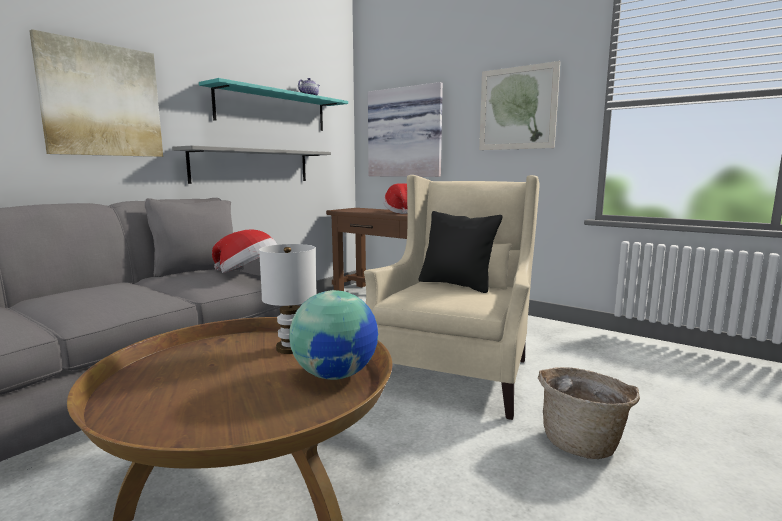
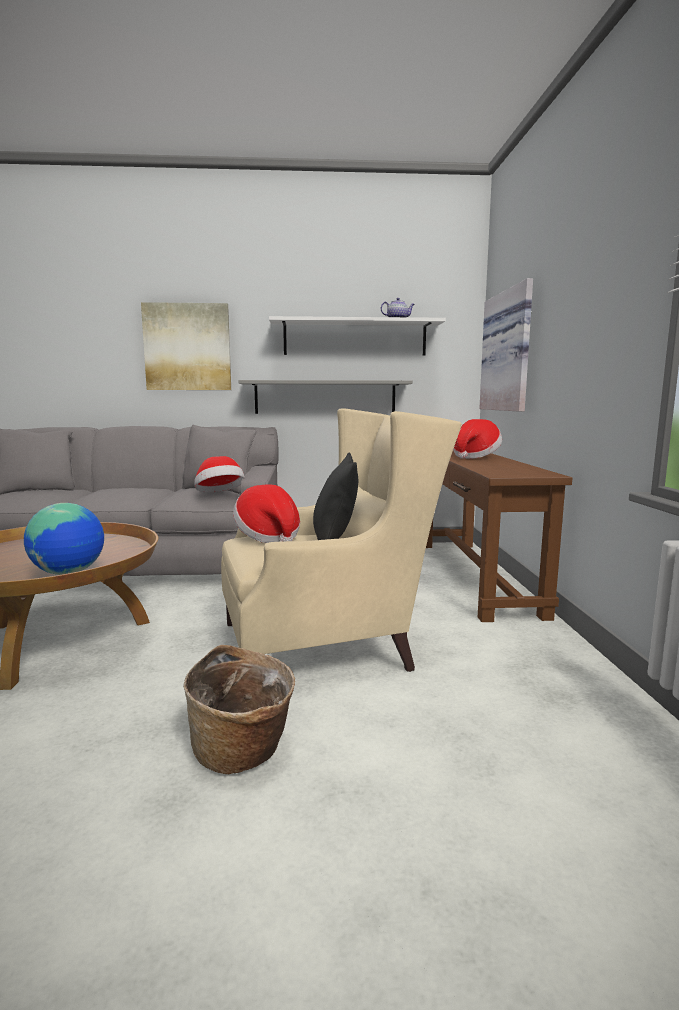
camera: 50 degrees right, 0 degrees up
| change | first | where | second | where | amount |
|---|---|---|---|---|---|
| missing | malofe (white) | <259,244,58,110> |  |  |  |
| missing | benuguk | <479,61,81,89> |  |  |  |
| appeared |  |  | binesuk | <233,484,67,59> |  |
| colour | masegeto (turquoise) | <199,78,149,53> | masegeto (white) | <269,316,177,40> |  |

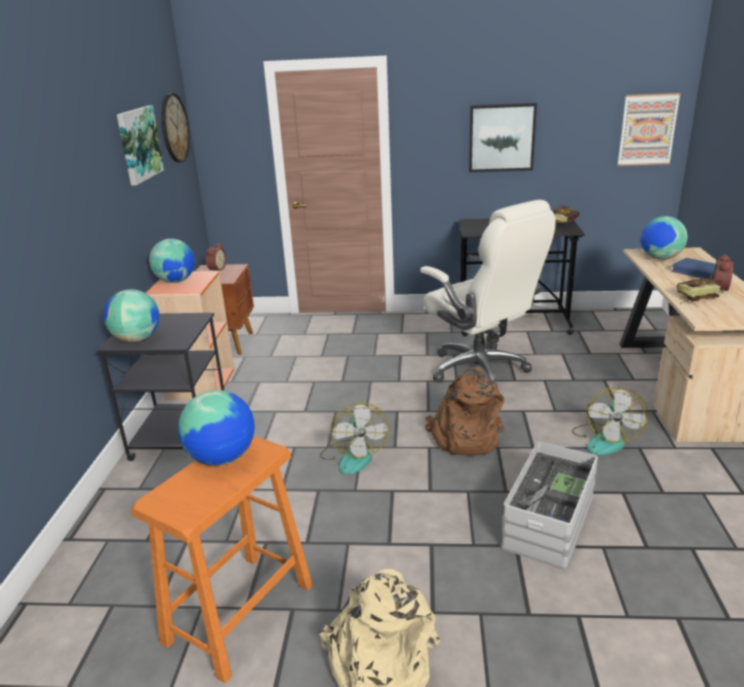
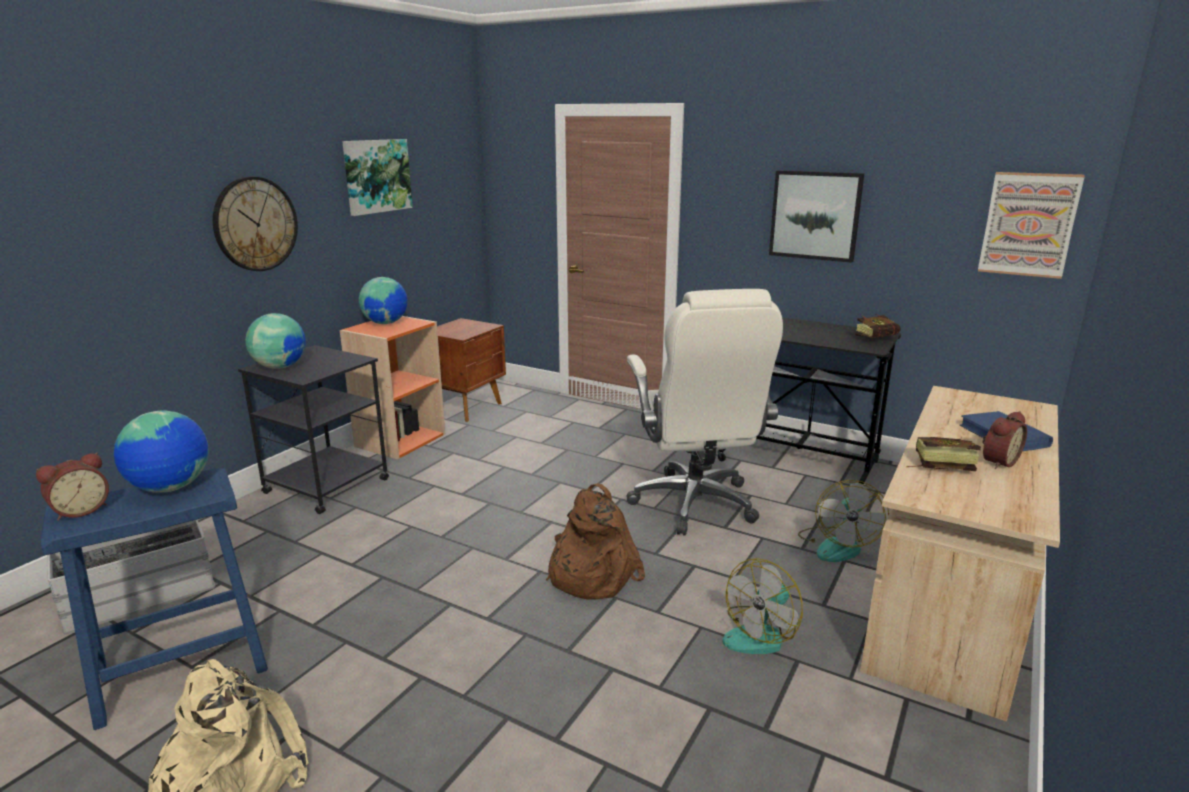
camera: 25 degrees right, 5 degrees down
| change | first | where | second | where | amount |
|---|---|---|---|---|---|
| missing | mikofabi | <640,216,48,44> |  |  |  |
| relocated | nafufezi | <161,93,29,69> |  | <213,177,85,94> |  |
| relocated | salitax | <206,243,21,28> |  | <36,452,73,69> |  |
| relocated | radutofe | <320,402,69,73> |  | <798,480,91,82> |  |
| relocated | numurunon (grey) | <501,441,97,129> |  | <47,519,169,116> |  |
| colour | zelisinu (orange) | <131,436,182,247> | zelisinu (blue) | <41,468,227,262> |  |

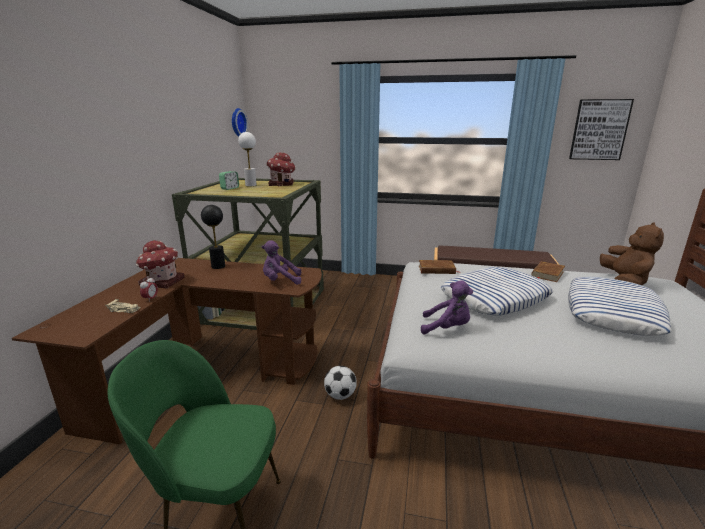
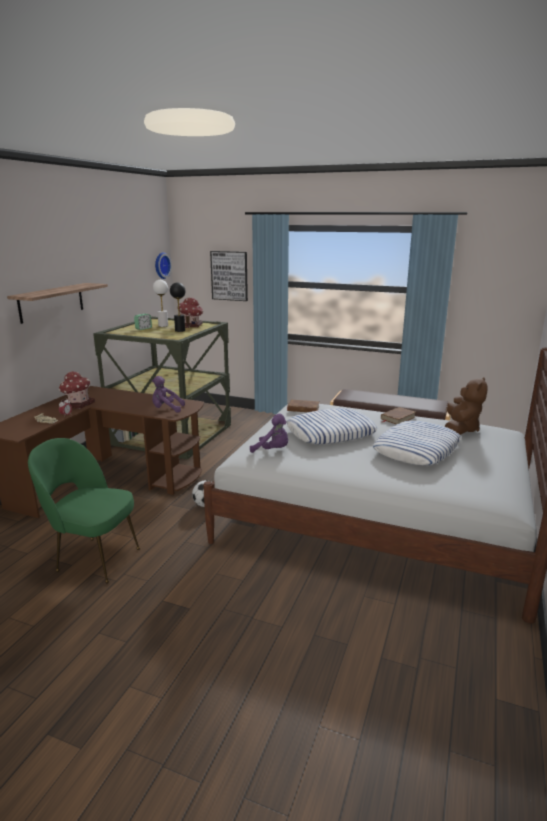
camera: 10 degrees right, 0 degrees up
| change | first | where | second | where | amount |
|---|---|---|---|---|---|
| appeared |  |  | masegeto | <7,283,101,41> |  |
| relocated | malofe (black) | <201,205,24,64> |  | <170,282,16,50> |  |
| relocated | benuguk | <569,99,65,61> |  | <210,251,38,50> |  |

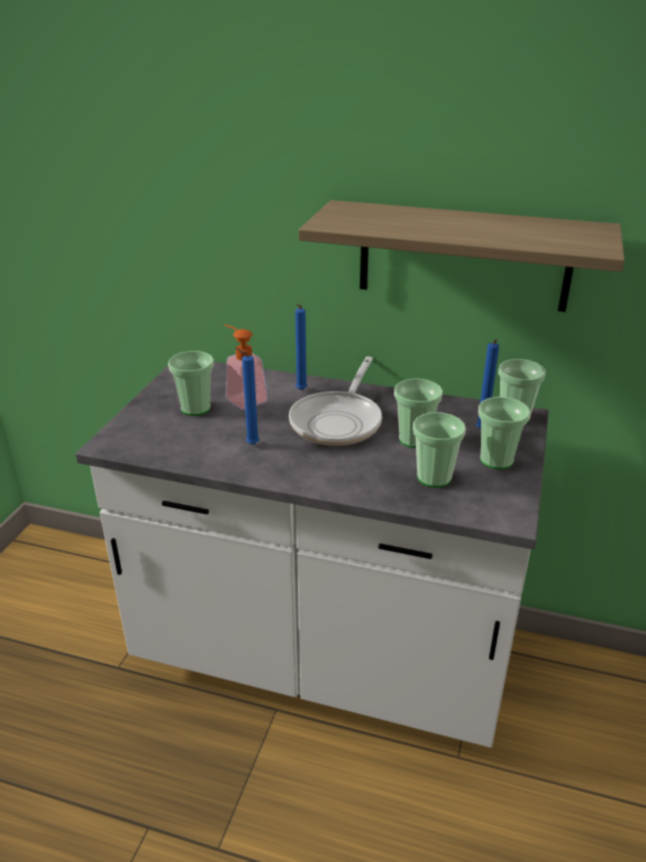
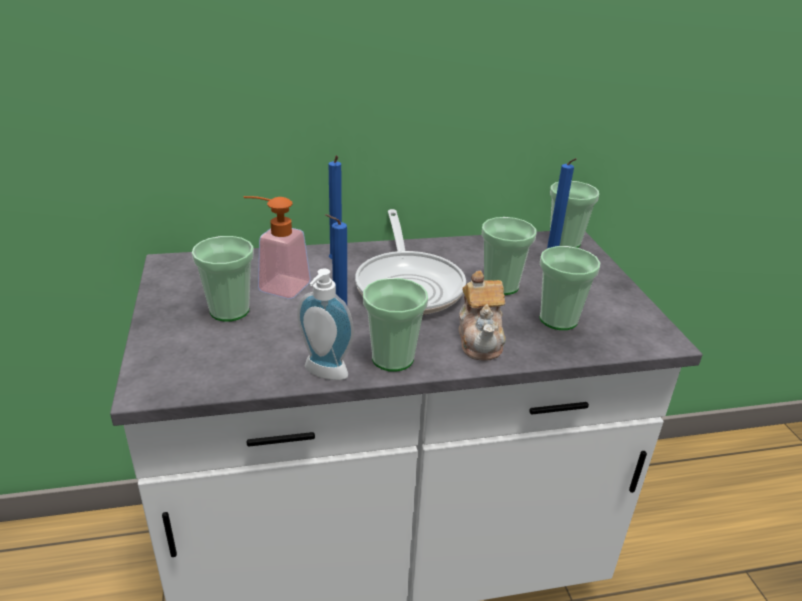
camera: 30 degrees left, 0 degrees up
| change | first | where | second | where | amount |
|---|---|---|---|---|---|
| missing | masegeto | <298,200,327,112> |  |  |  |
| appeared |  |  | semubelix | <297,269,57,111> |  |
| appeared |  |  | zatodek | <459,271,47,90> |  |
| relocated | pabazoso | <478,397,52,73> |  | <363,278,65,94> |  |

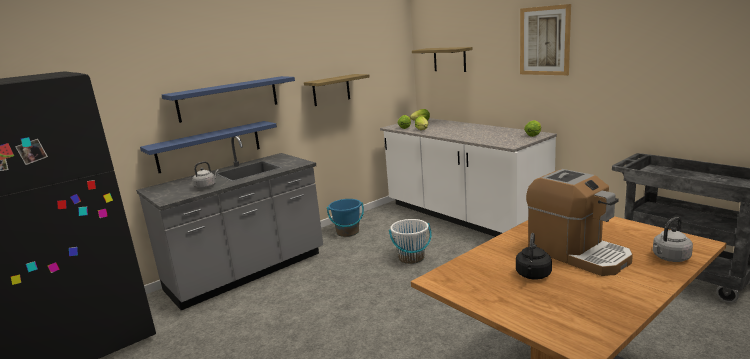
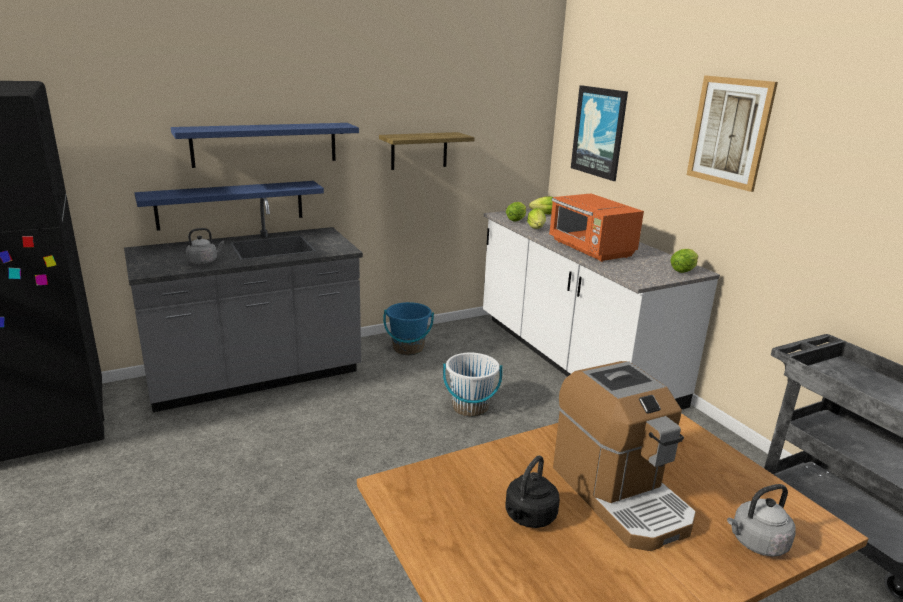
camera: 10 degrees right, 5 degrees up
| change | first | where | second | where | amount |
|---|---|---|---|---|---|
| appeared |  |  | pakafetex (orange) | <549,193,95,69> |  |
| exchanged | masegeto | <412,47,61,25> | benuguk | <571,85,57,96> |  |

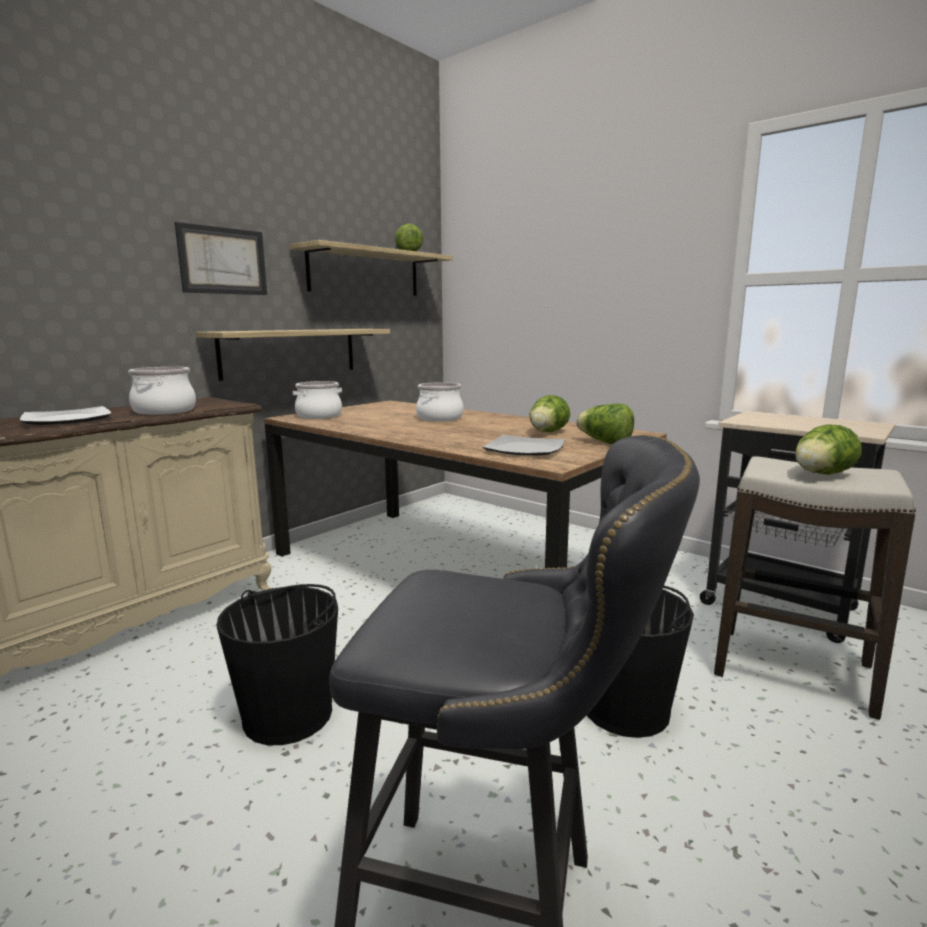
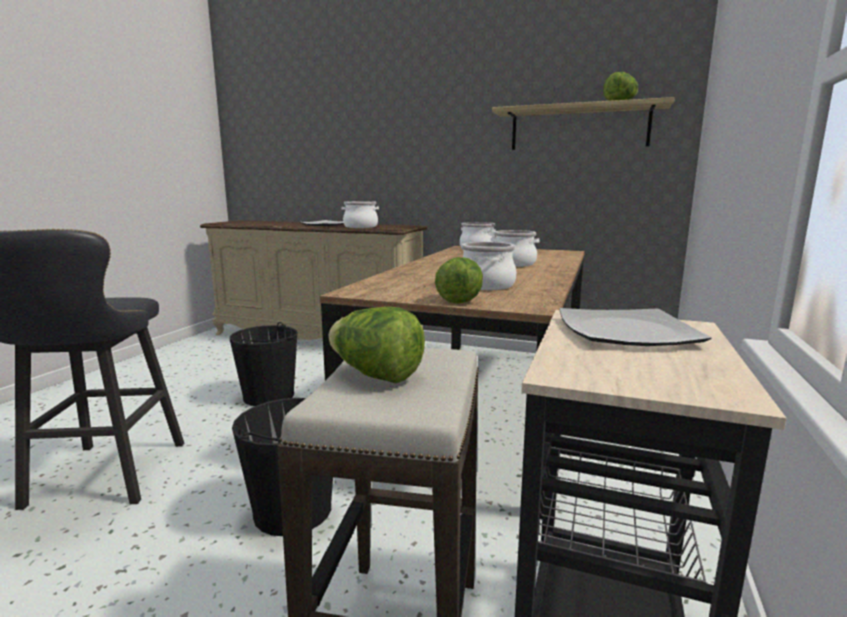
camera: 70 degrees right, 0 degrees up
| change | first | where | second | where | amount |
|---|---|---|---|---|---|
| missing | benuguk | <175,222,92,73> |  |  |  |
| missing | masegeto | <196,329,194,52> |  |  |  |
| relocated | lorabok | <483,435,81,21> |  | <559,308,152,38> |  |
| exchanged | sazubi | <530,395,40,37> | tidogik | <461,242,56,48> |  |

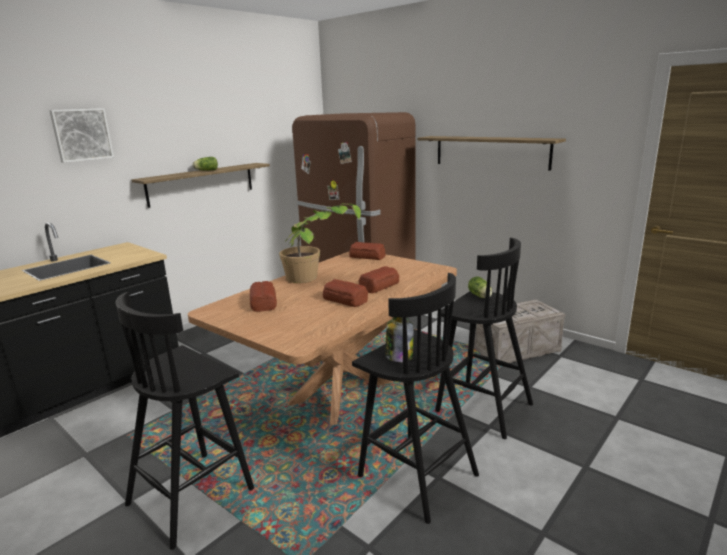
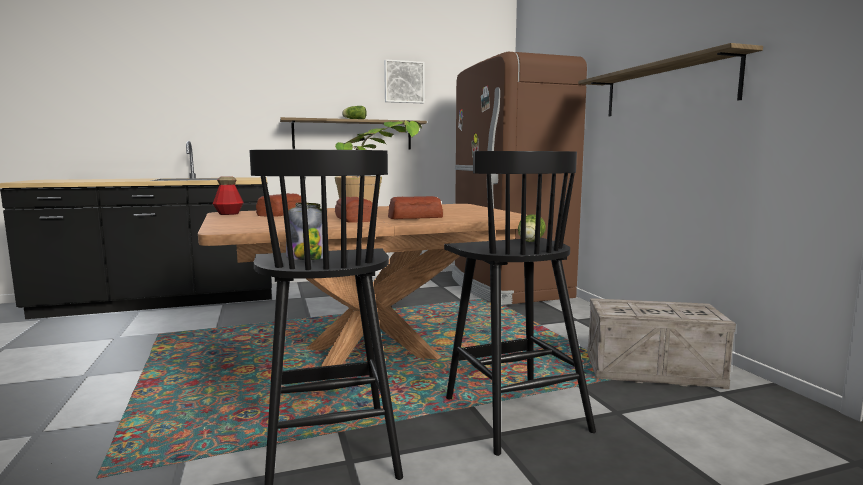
camera: 30 degrees right, 10 degrees down
| change | first | where | second | where | amount |
|---|---|---|---|---|---|
| missing | zelisinu (black) | <116,292,138,258> |  |  |  |
| missing | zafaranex | <349,242,37,18> |  |  |  |
| appeared |  |  | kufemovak | <213,176,31,39> |  |
| relocated | benuguk | <49,108,65,55> |  | <384,59,41,44> |  |

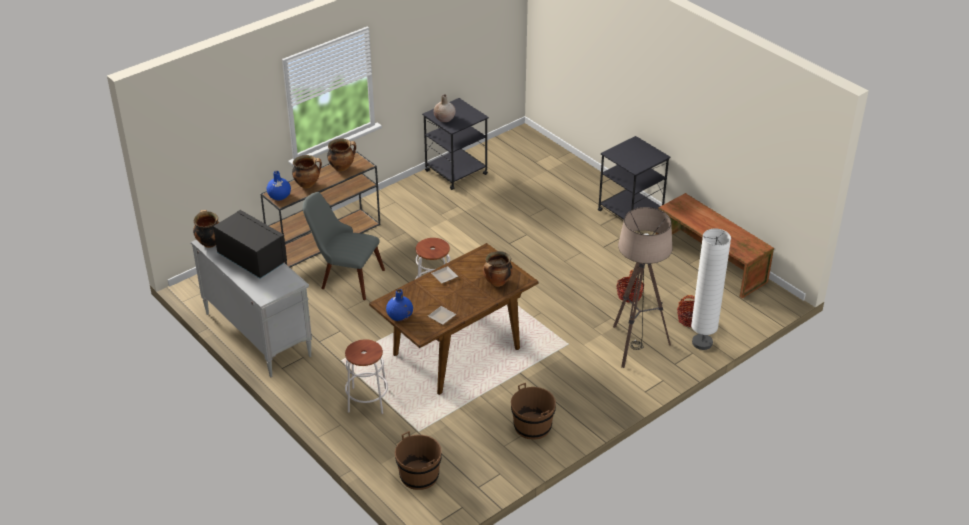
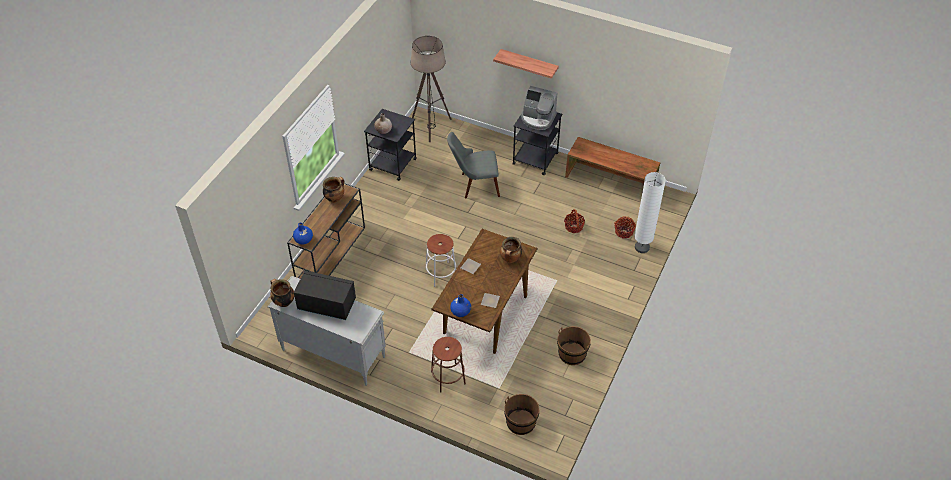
camera: 25 degrees left, 10 degrees up
| change | first | where | second | where | amount |
|---|---|---|---|---|---|
| missing | tidogik | <292,155,30,33> |  |  |  |
| appeared |  |  | masegeto | <493,49,66,30> |  |
| appeared |  |  | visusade | <521,86,36,44> |  |
| relocated | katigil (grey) | <302,192,83,108> |  | <447,132,53,66> |  |
| relocated | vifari | <613,207,60,161> |  | <411,36,41,106> |  |
| colour | zelisinu (white) | <345,339,43,75> | zelisinu (brown) | <431,337,35,56> |  |

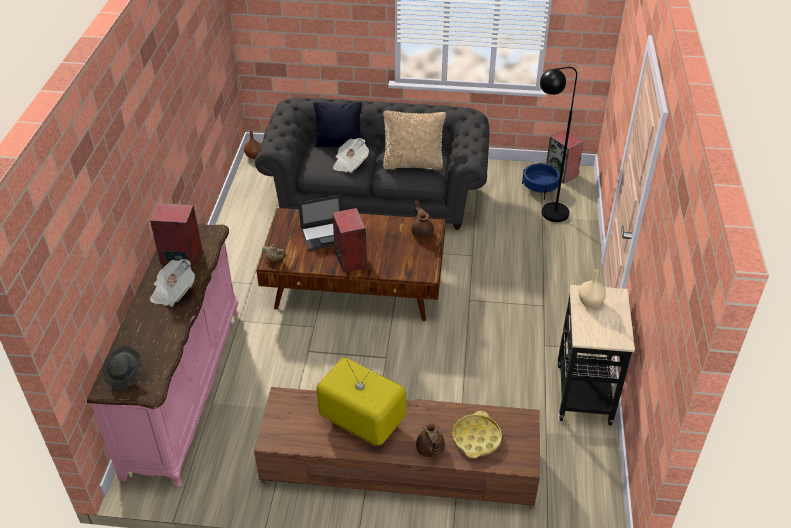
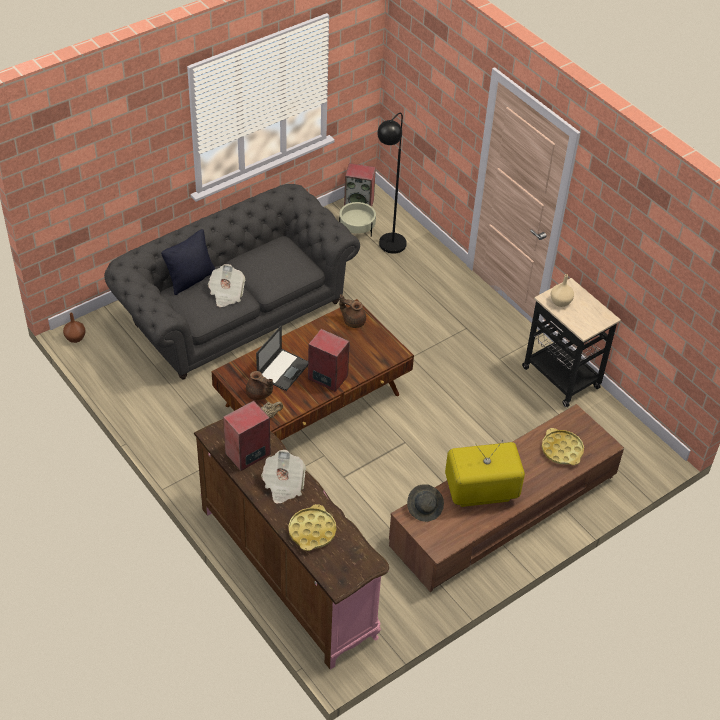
camera: 45 degrees left, 5 degrees up
| change | first | where | second | where | amount |
|---|---|---|---|---|---|
| missing | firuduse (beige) | <383,110,63,60> |  |  |  |
| appeared |  |  | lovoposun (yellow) | <288,504,49,47> |  |
| relocated | binesuk (grey) | <103,346,40,43> |  | <407,484,37,38> |  |
| relocated | zatodek (brown) | <416,422,29,36> |  | <246,371,27,29> |  |
| colour | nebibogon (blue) | <522,163,38,37> | nebibogon (beige) | <339,202,37,35> |  |

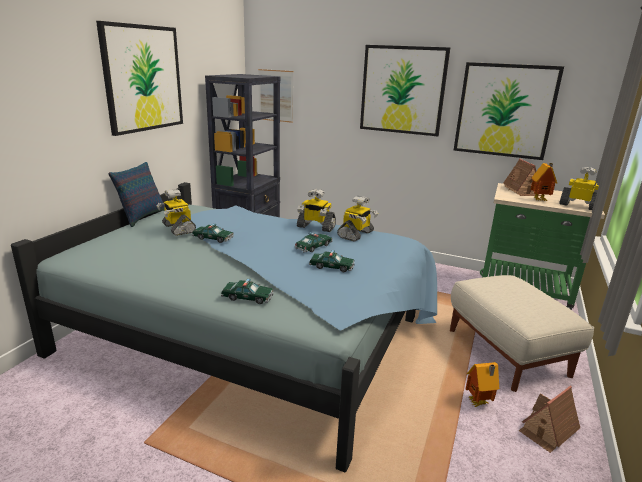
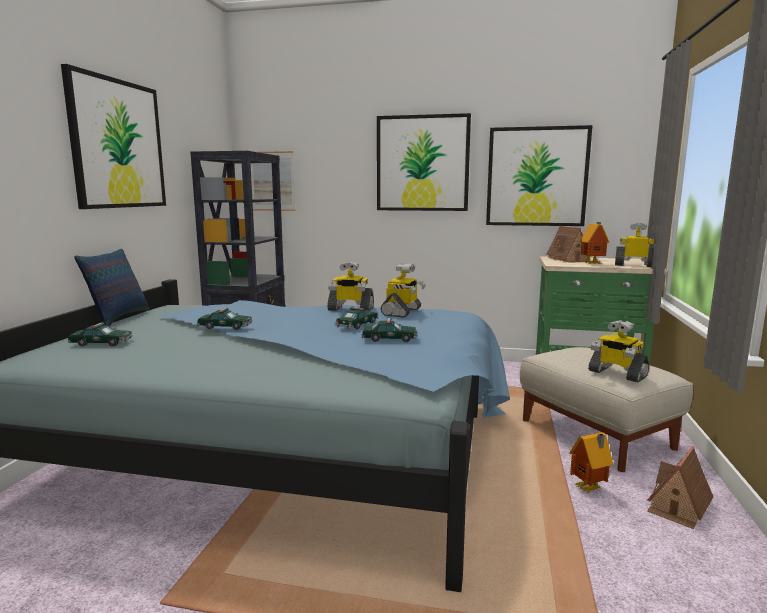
camera: 10 degrees left, 10 degrees down
| change | first | where | second | where | amount |
|---|---|---|---|---|---|
| relocated | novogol | <157,189,39,47> |  | <588,320,61,62> |  |
| relocated | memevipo | <221,279,53,25> |  | <67,322,65,24> |  |

